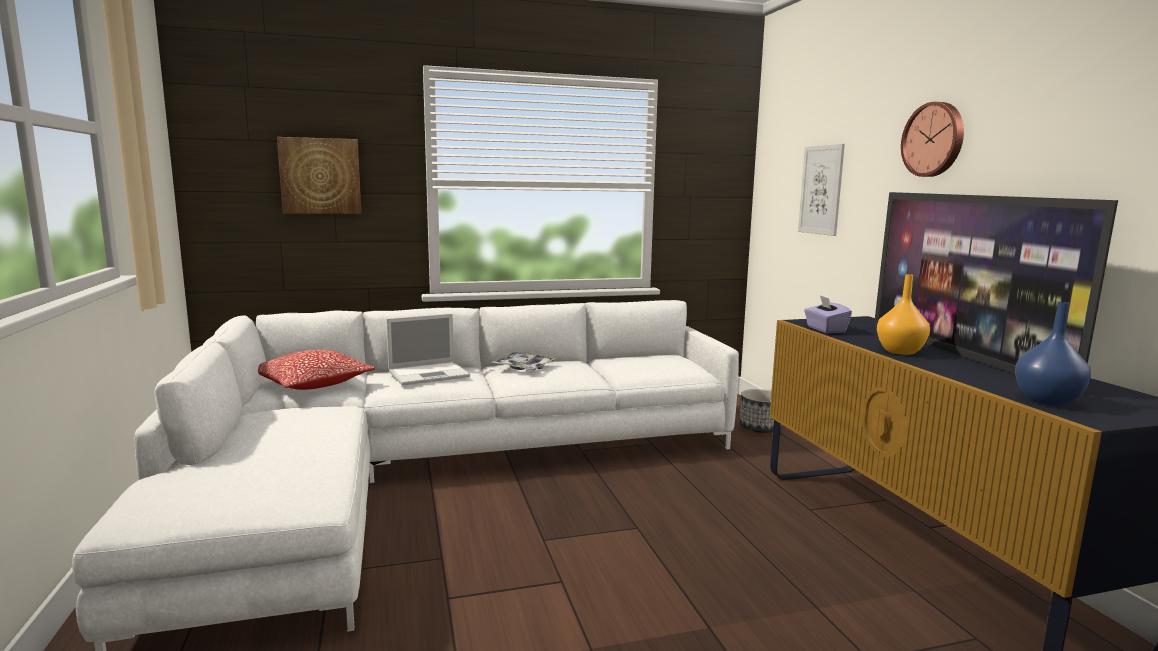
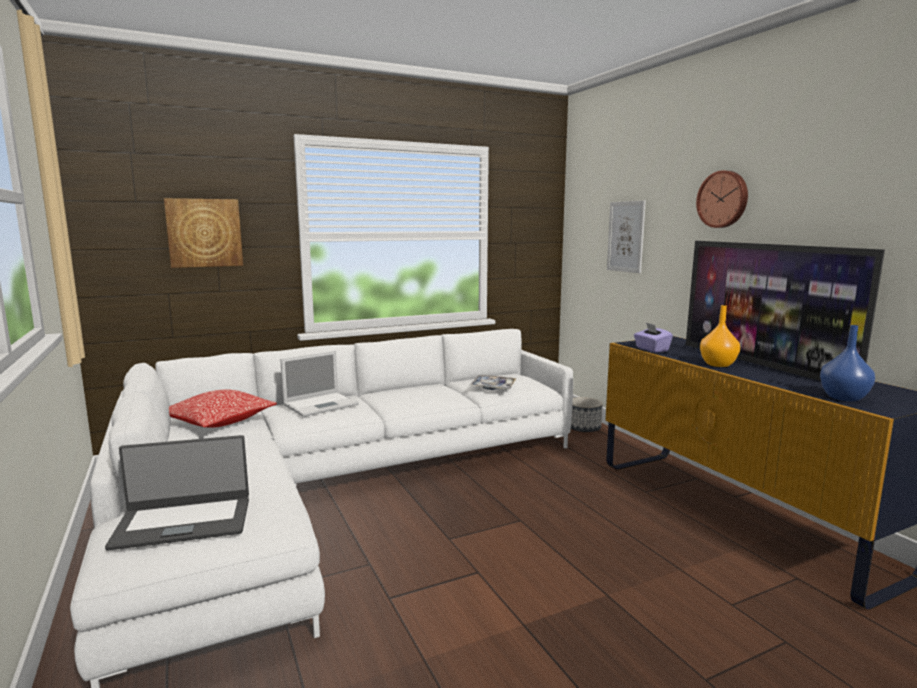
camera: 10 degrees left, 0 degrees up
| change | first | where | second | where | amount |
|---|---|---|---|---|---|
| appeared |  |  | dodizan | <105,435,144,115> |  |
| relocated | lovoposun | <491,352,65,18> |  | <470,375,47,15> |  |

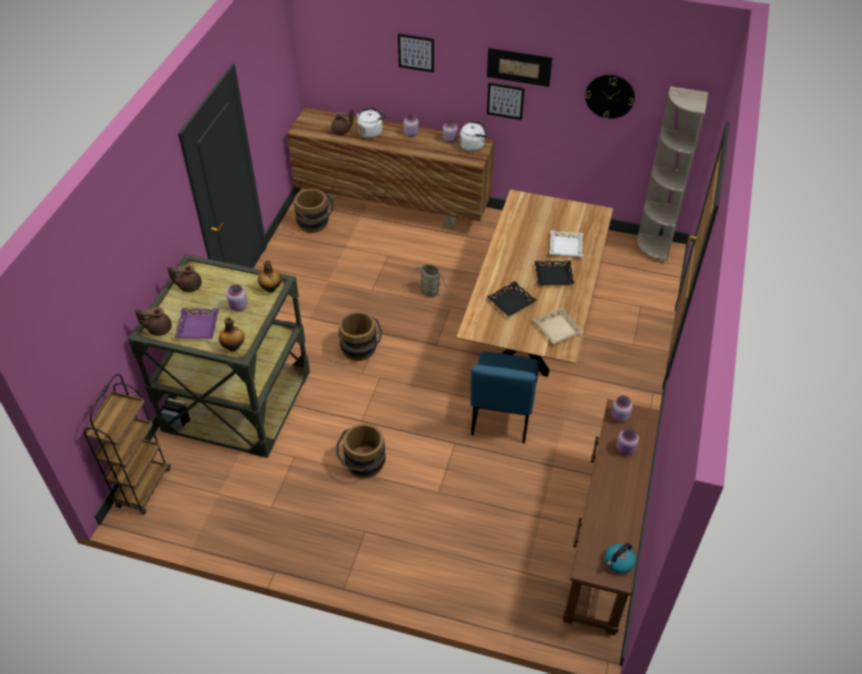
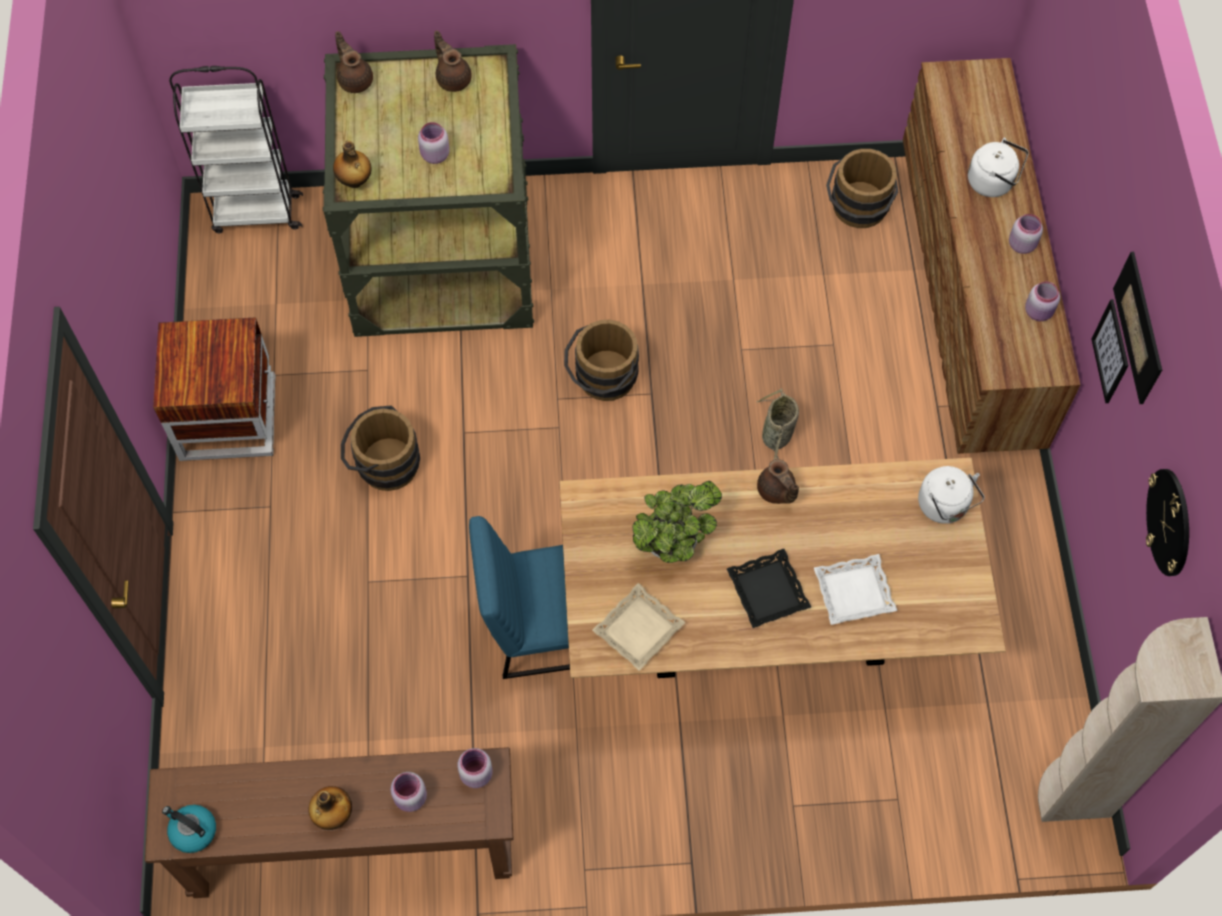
camera: 70 degrees right, 15 degrees up
| change | first | where | second | where | amount |
|---|---|---|---|---|---|
| missing | lovoposun (purple) | <174,308,45,31> |  |  |  |
| missing | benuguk | <398,34,36,39> |  |  |  |
| appeared |  |  | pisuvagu | <153,317,122,144> |  |
| relocated | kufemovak | <258,260,23,32> |  | <308,786,44,44> |  |
| relocated | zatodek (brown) | <331,109,23,26> |  | <757,459,42,45> |  |
| relocated | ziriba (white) | <460,121,28,31> |  | <918,466,67,58> |  |
| exchanged | lovoposun (black) | <487,281,50,36> | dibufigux | <632,481,90,82> |  |
| colour | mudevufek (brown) | <83,374,89,141> | mudevufek (white) | <169,66,134,167> |  |

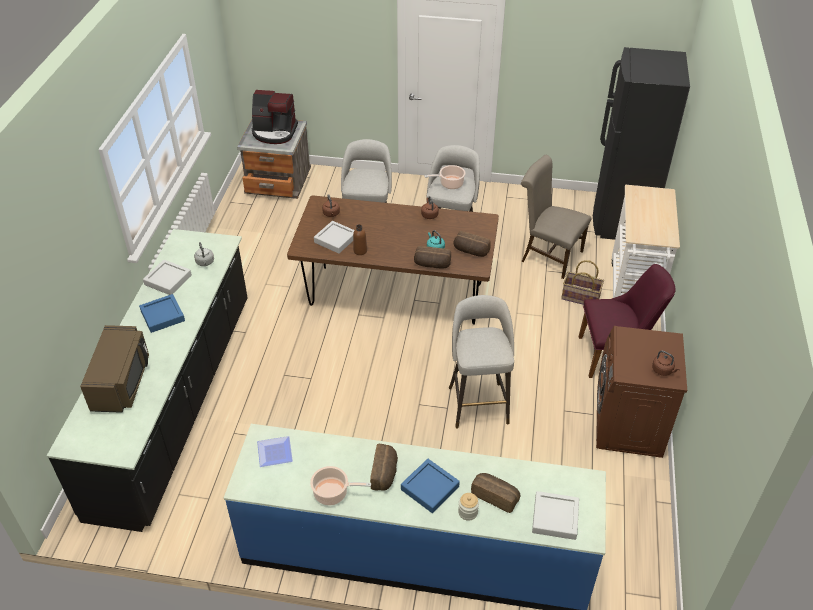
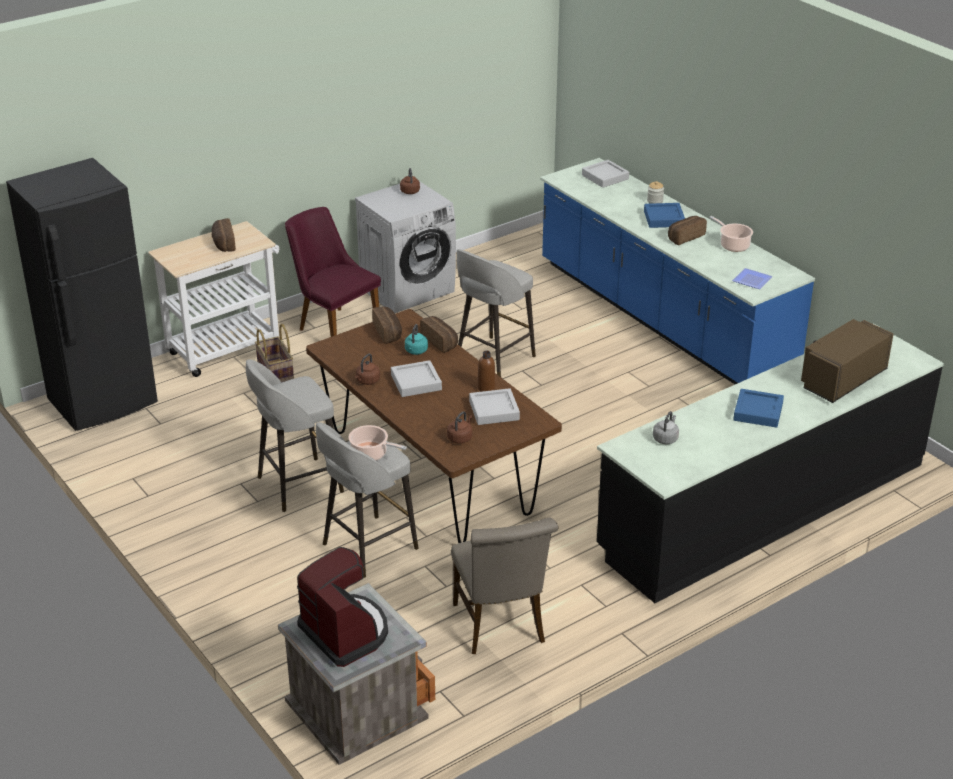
camera: 135 degrees left, 10 degrees down
| change | first | where | second | where | amount |
|---|---|---|---|---|---|
| relocated | lovoposun (grey) | <143,260,49,35> |  | <391,360,51,37> |  |
| relocated | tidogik | <424,165,41,24> |  | <348,425,59,35> |  |
| relocated | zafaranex | <471,473,49,40> |  | <212,218,24,34> |  |
| relocated | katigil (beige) | <521,155,71,124> |  | <451,518,107,136> |  |
| colour | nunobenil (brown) | <596,326,91,132> | nunobenil (white) | <355,181,101,132> |  |

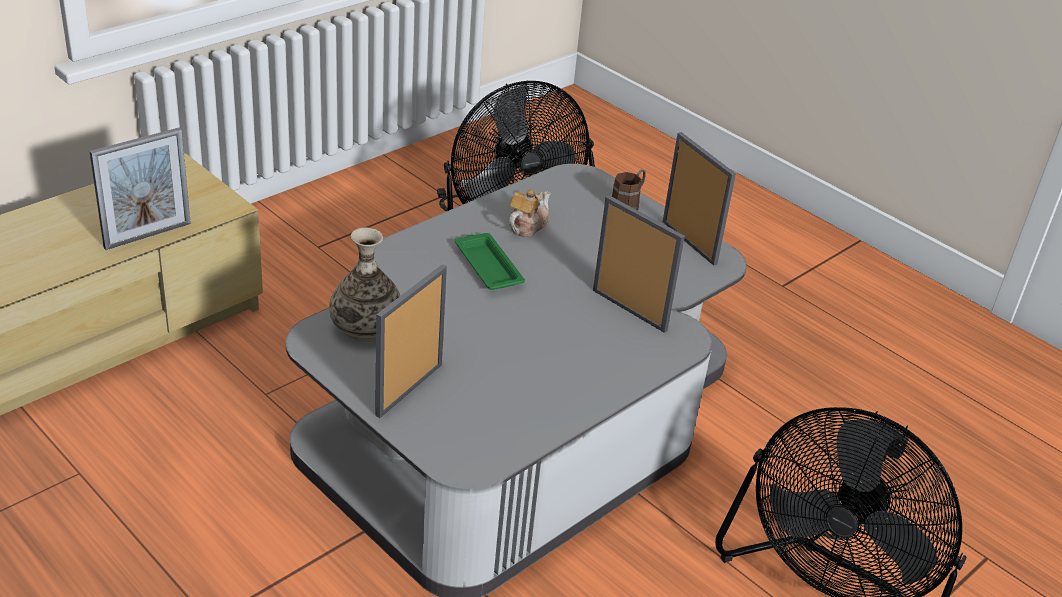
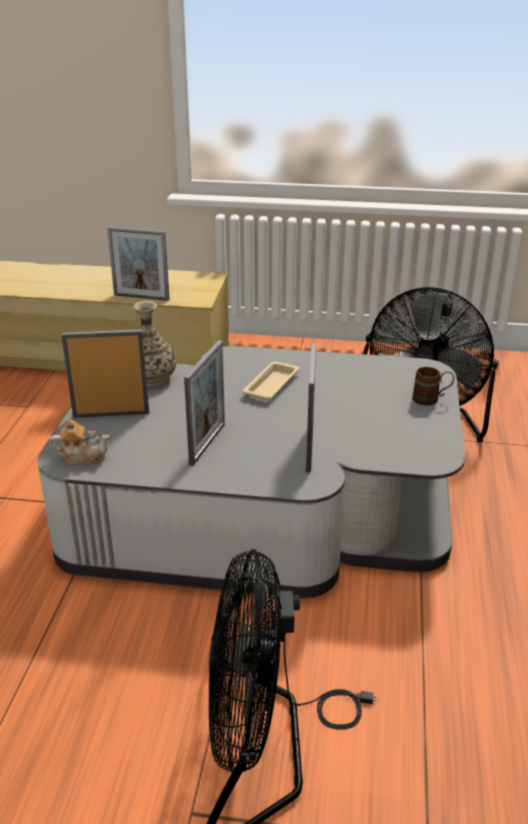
camera: 55 degrees right, 5 degrees down
| change | first | where | second | where | amount |
|---|---|---|---|---|---|
| relocated | zatodek | <509,189,42,48> |  | <50,420,60,45> |  |
| relocated | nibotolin | <663,132,73,134> |  | <184,340,41,126> |  |
| colour | lovoposun (green) | <455,233,70,57> | lovoposun (beige) | <242,361,57,40> |  |

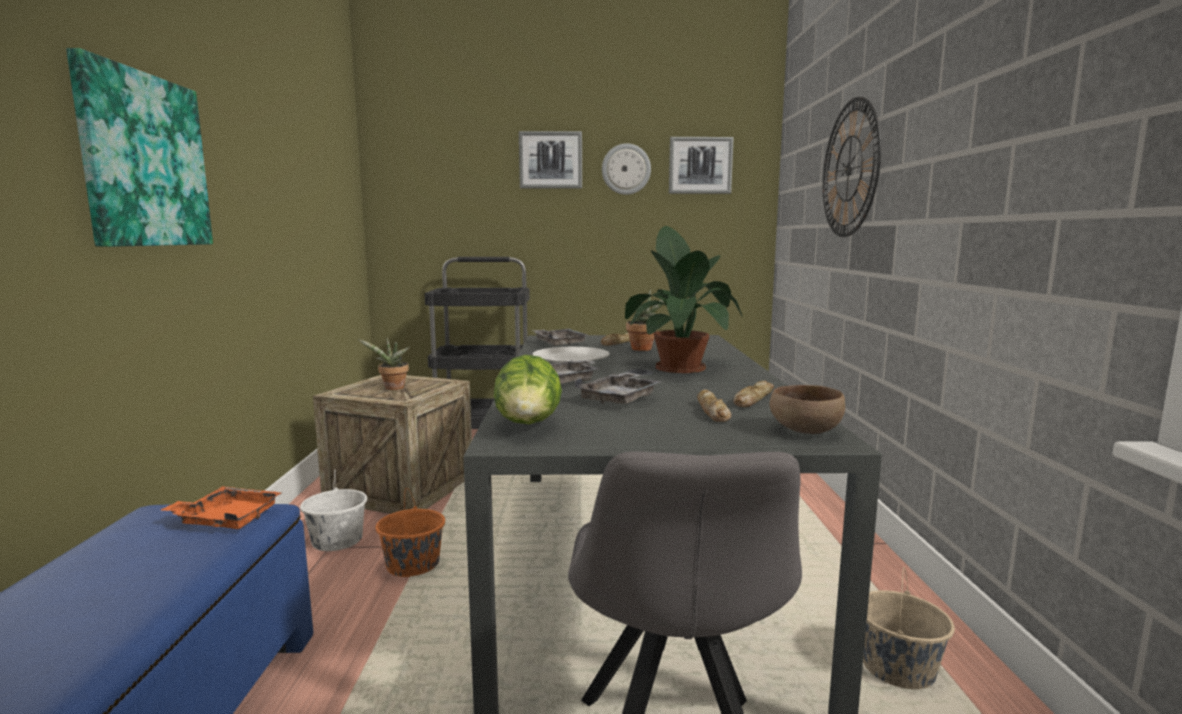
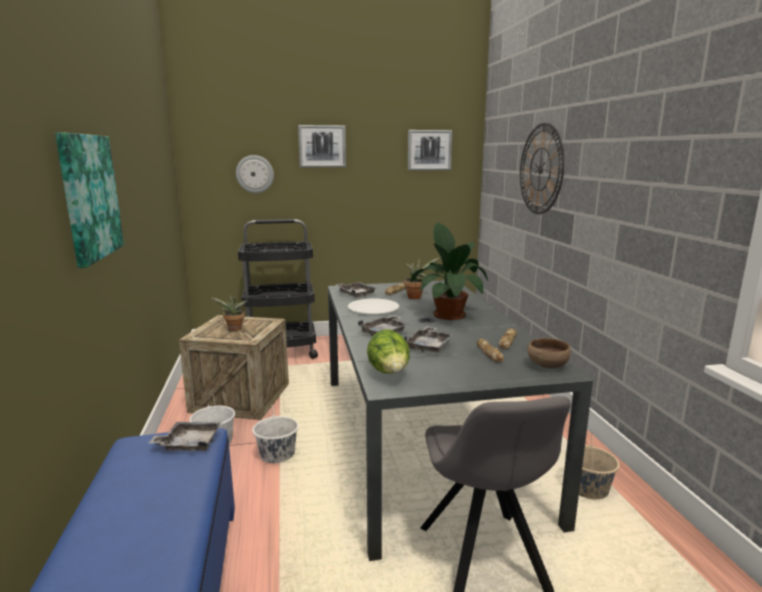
camera: 10 degrees left, 5 degrees up
| change | first | where | second | where | amount |
|---|---|---|---|---|---|
| relocated | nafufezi | <602,143,49,52> |  | <236,155,38,38> |  |
| colour | lovoposun (orange) | <161,486,120,43> | lovoposun (grey) | <149,422,71,29> |  |
| colour | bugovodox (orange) | <375,488,70,89> | bugovodox (white) | <253,404,46,59> |  |

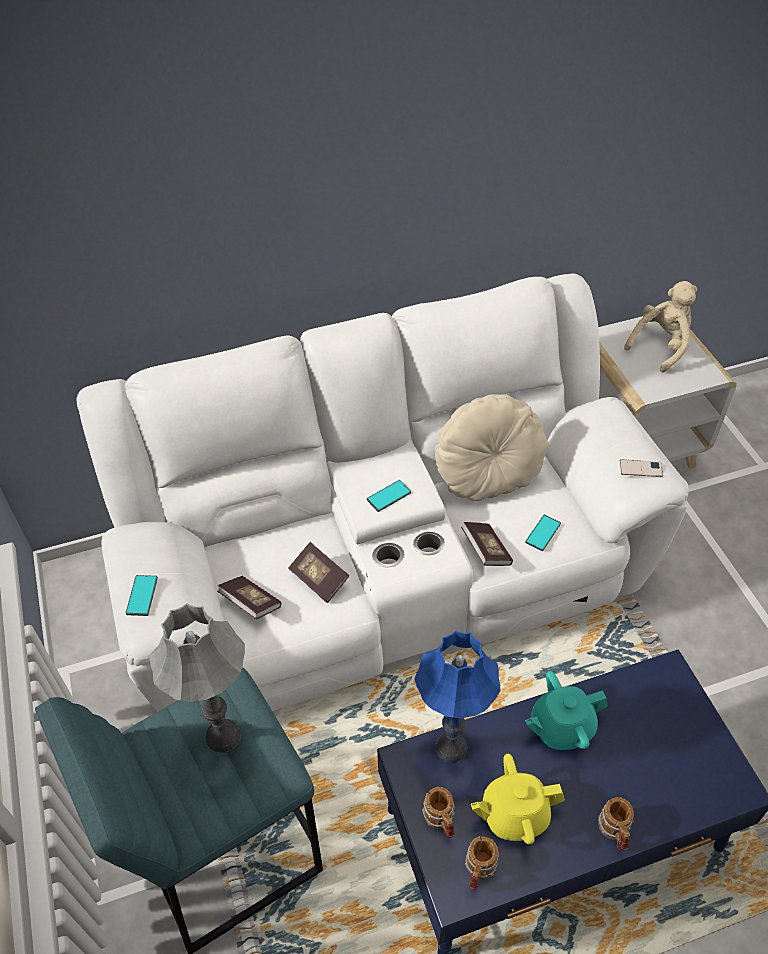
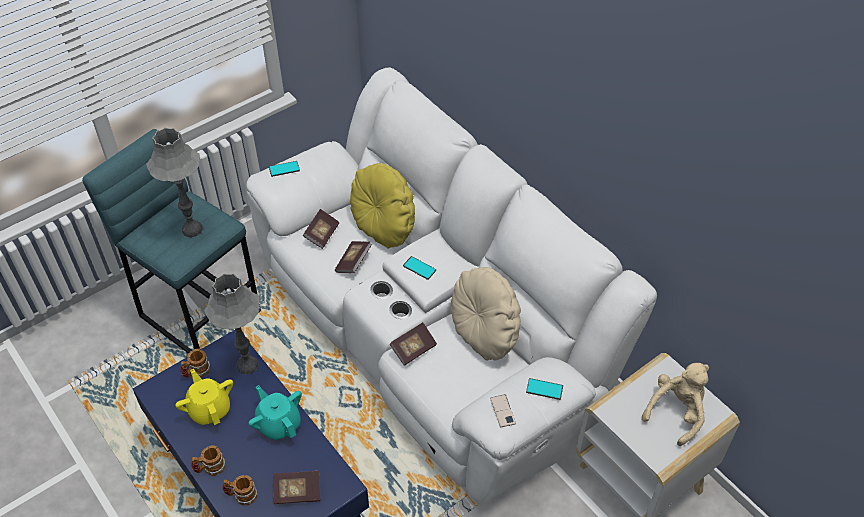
camera: 70 degrees right, 0 degrees up
| change | first | where | second | where | amount |
|---|---|---|---|---|---|
| appeared |  |  | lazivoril | <273,471,48,33> |  |
| appeared |  |  | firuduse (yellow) | <350,163,65,86> |  |
| relocated | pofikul | <465,836,34,54> |  | <222,475,36,31> |  |
| relocated | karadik | <525,515,36,36> |  | <526,378,37,22> |  |
| colour | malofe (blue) | <415,630,85,133> | malofe (grey) | <204,274,56,100> |  |
| spun | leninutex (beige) | <624,281,73,92> |  | <642,363,67,83> | 75 degrees counterclockwise |

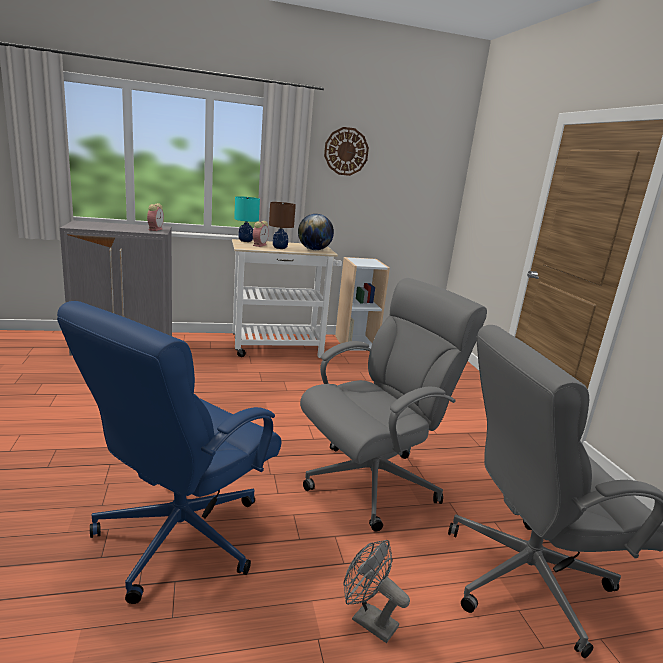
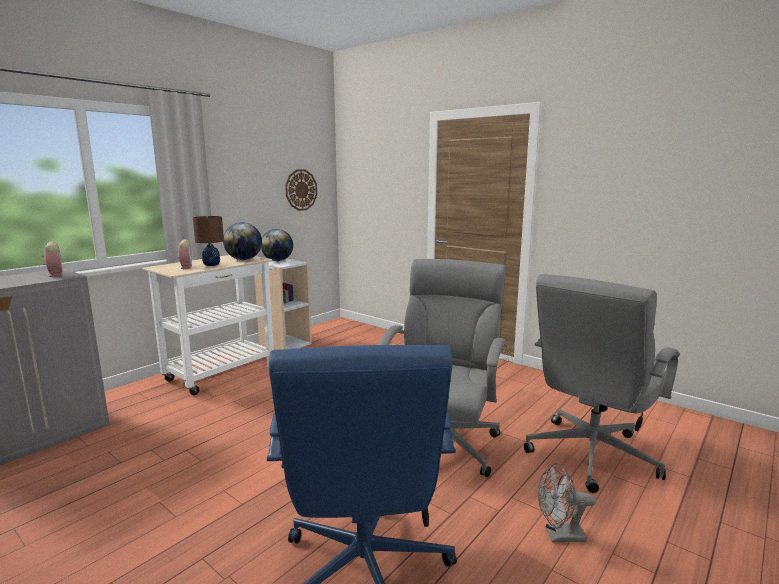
camera: 35 degrees left, 5 degrees down
| change | first | where | second | where | amount |
|---|---|---|---|---|---|
| missing | malofe (turquoise) | <234,196,26,46> |  |  |  |
| appeared |  |  | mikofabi | <261,229,32,32> |  |
| relocated | nafufezi | <324,127,45,49> |  | <285,169,32,42> |  |

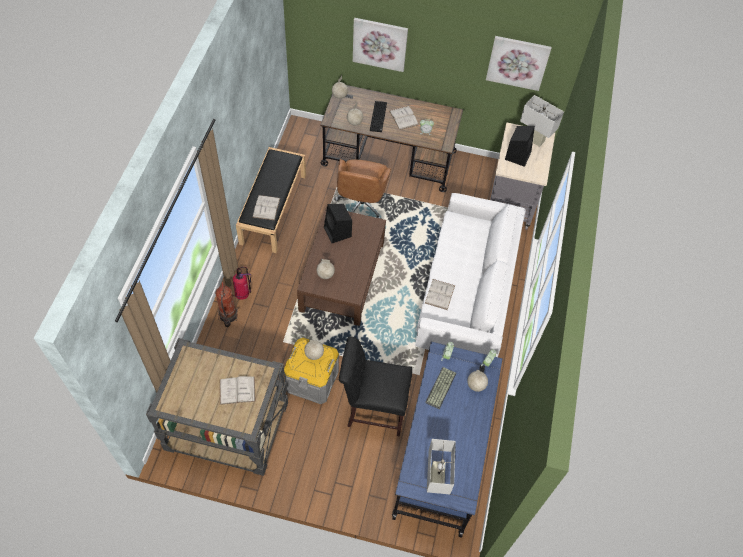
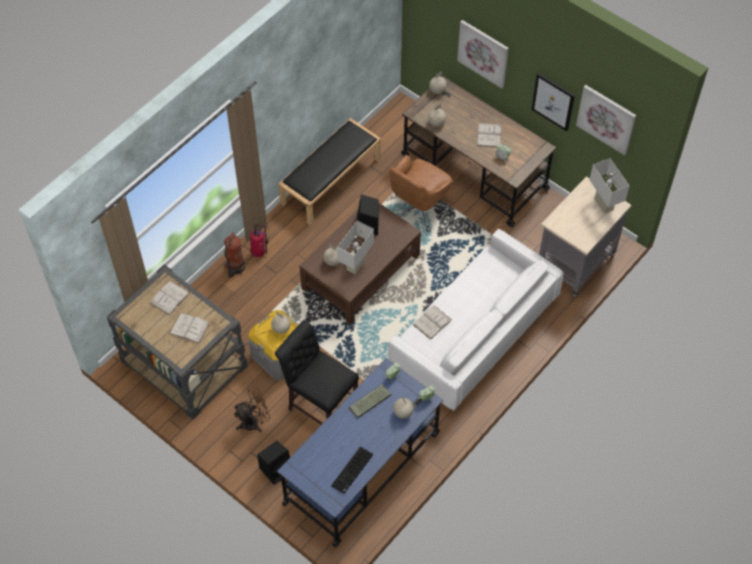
camera: 30 degrees right, 0 degrees up
| change | first | where | second | where | amount |
|---|---|---|---|---|---|
| appeared |  |  | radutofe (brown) | <233,386,38,46> |  |
| appeared |  |  | benuguk | <531,73,44,58> |  |
| relocated | lazivoril (white) | <253,195,27,25> |  | <150,281,40,35> |  |
| relocated | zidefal | <370,101,17,31> |  | <331,447,42,47> |  |
| relocated | malofe (white) | <427,439,28,56> |  | <337,221,37,53> |  |
| relocated | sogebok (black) | <505,126,30,41> |  | <257,440,33,45> |  |

